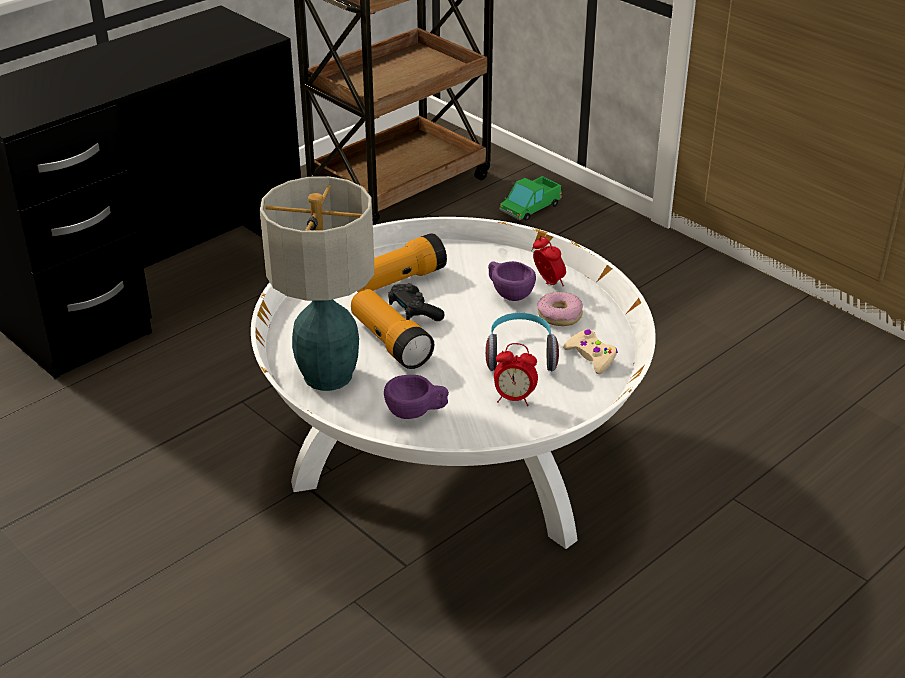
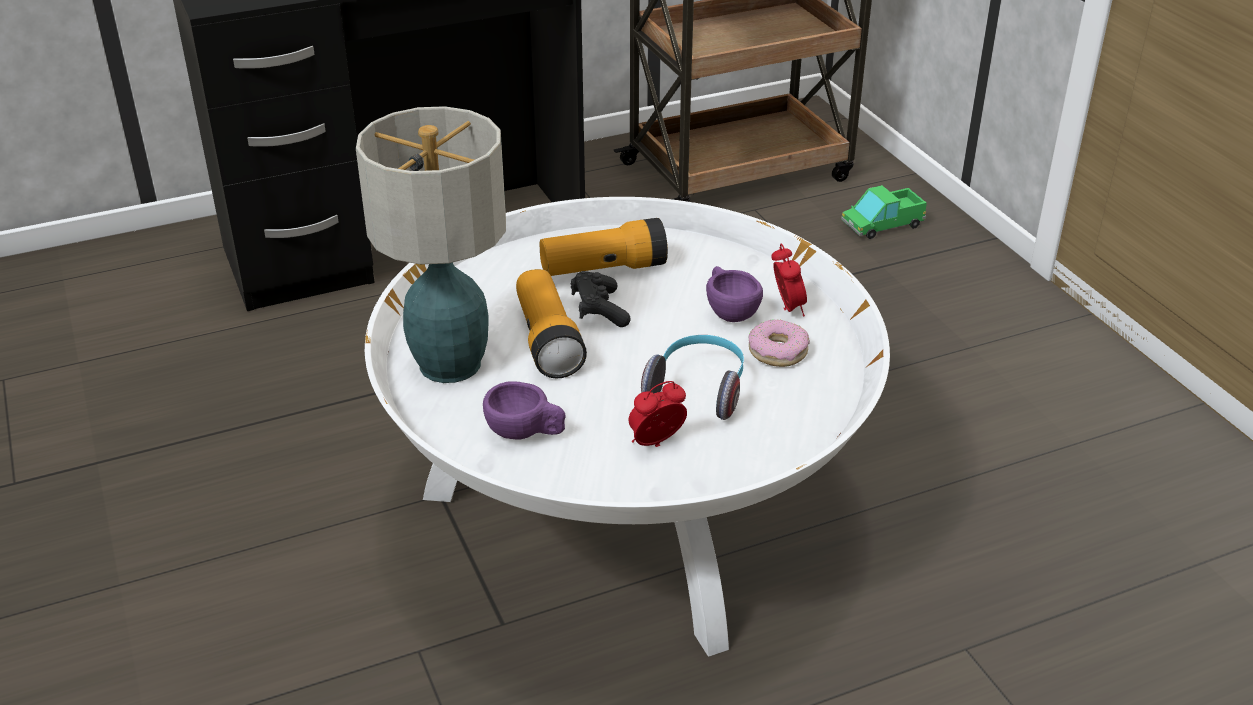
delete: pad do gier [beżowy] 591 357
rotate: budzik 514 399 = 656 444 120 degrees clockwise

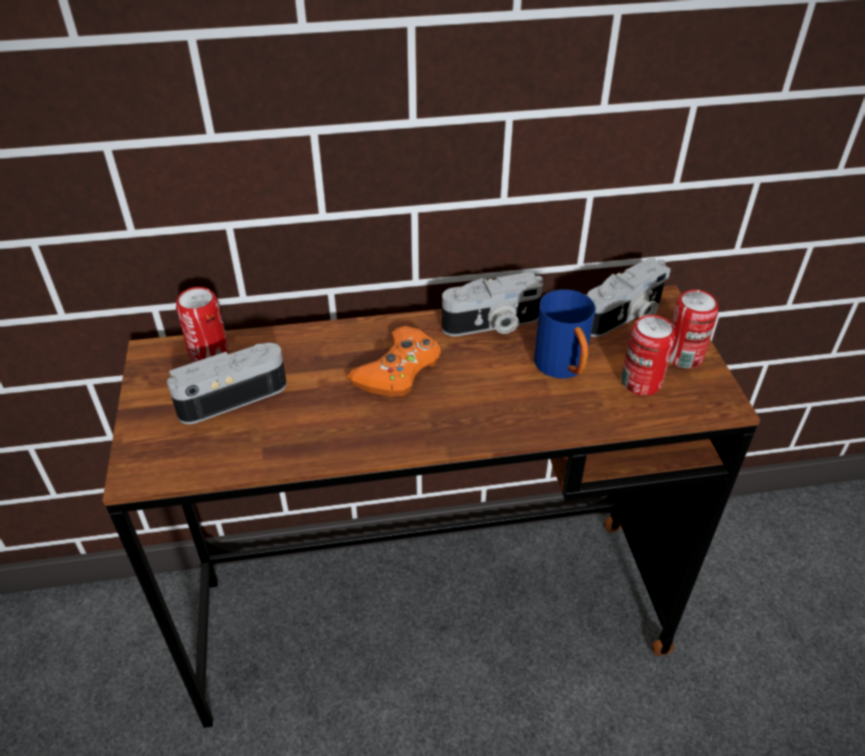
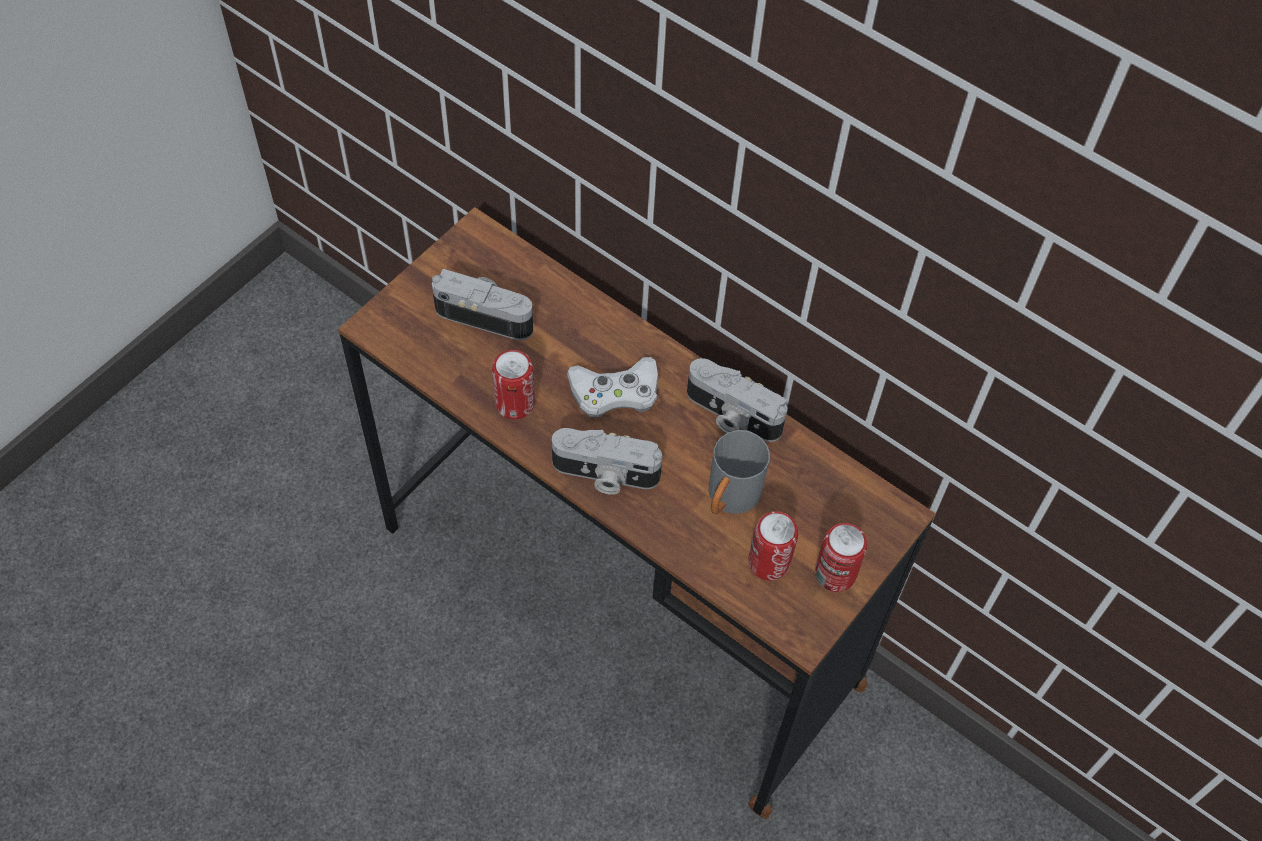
move: aparat fotograficzny 625 317 to 604 475; puszka 209 353 to 515 403
recolor: kubek [niebieski] 564 369 to kubek [szary] 729 500; pad do gier [pomarańczowy] 398 369 to pad do gier [biały] 615 392

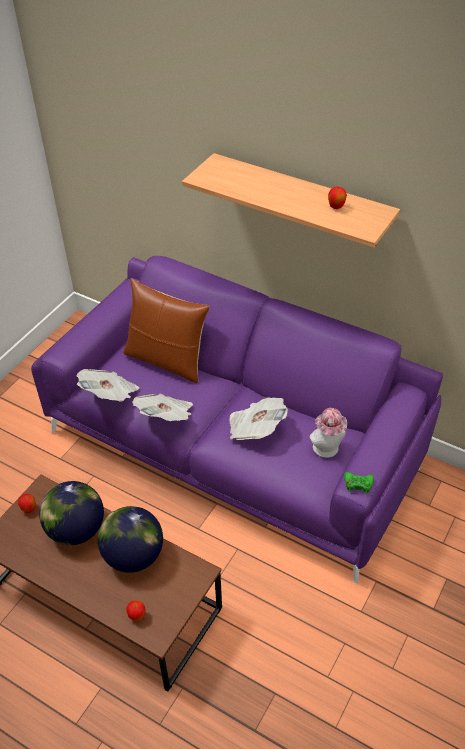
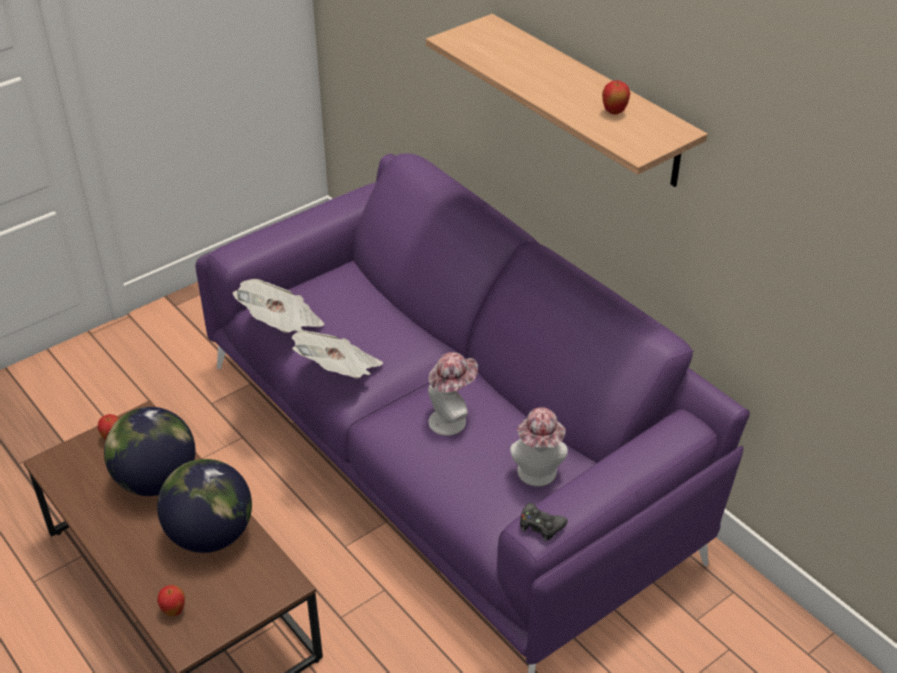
delete: poduszka [brązowy] 166 360
replace: gazeta 255 429 to kapelusz 451 419
recolor: pad do gier [zielony] 358 484 to pad do gier [czarny] 540 526

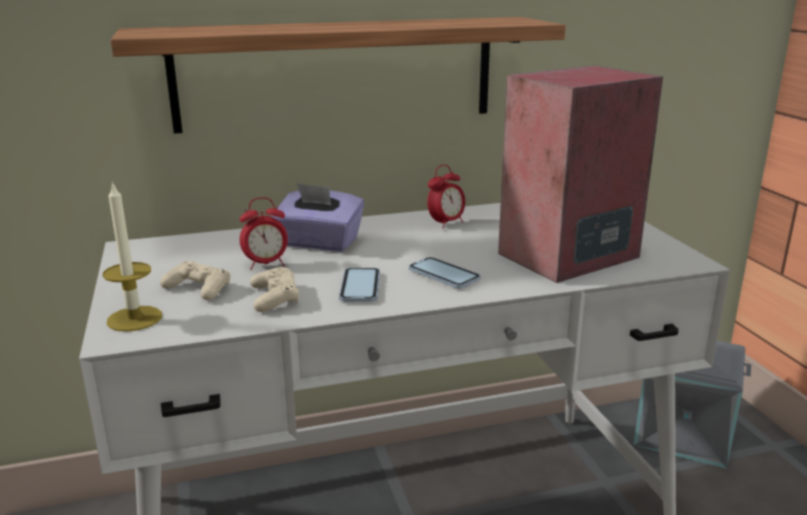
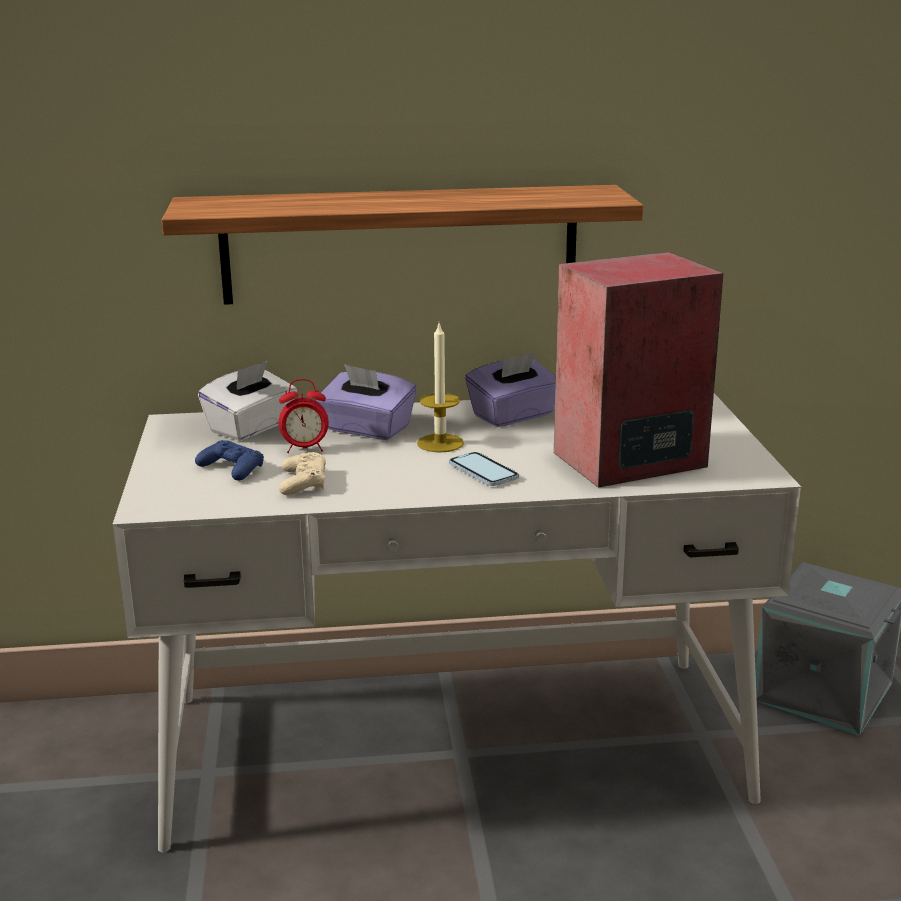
delete: telefon 360 287
insert: pudełko chusteczek [biały] 251 427
move: świeca 134 318 to 440 443
replace: budzik 446 223 to pudełko chusteczek [fioletowy] 514 416
recolor: pad do gier [beżowy] 198 288 to pad do gier [niebieski] 232 468

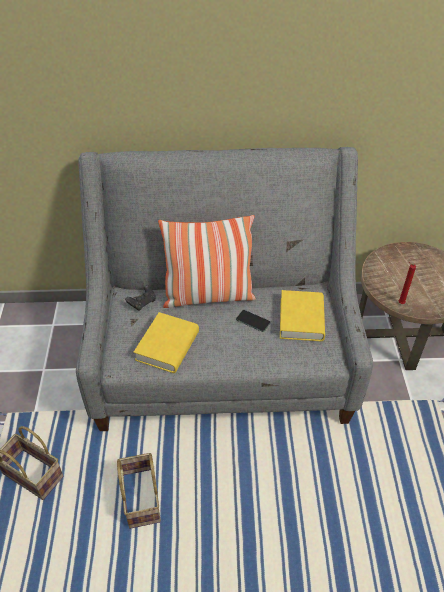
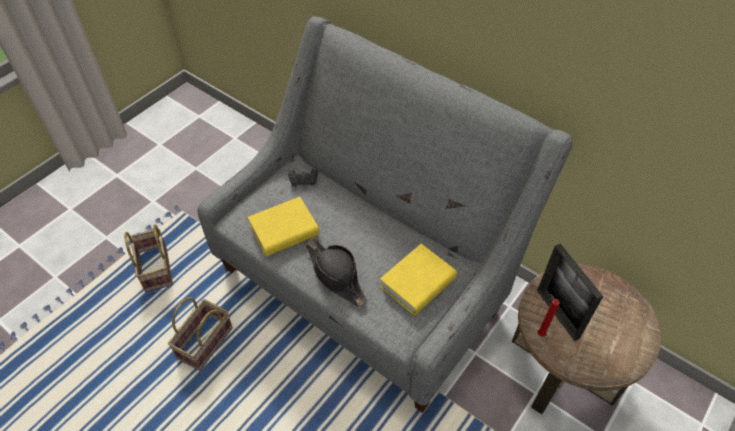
delete: poduszka 208 296; telefon 253 321
insert: kapelusz [czarny] 336 275; ramka na zdjęcie 557 314

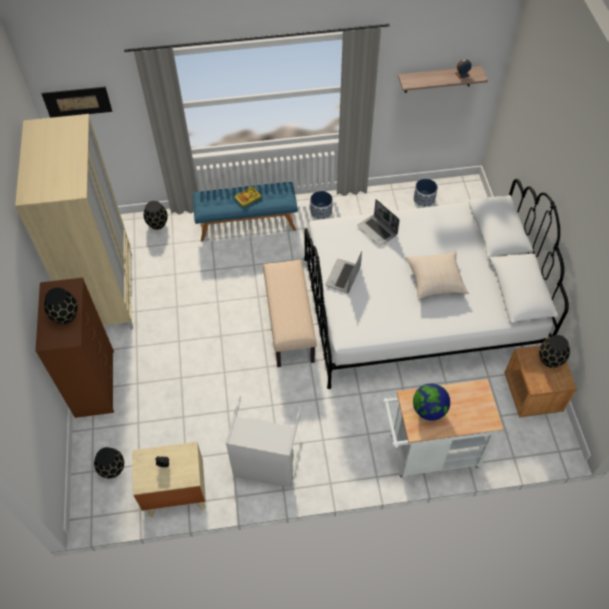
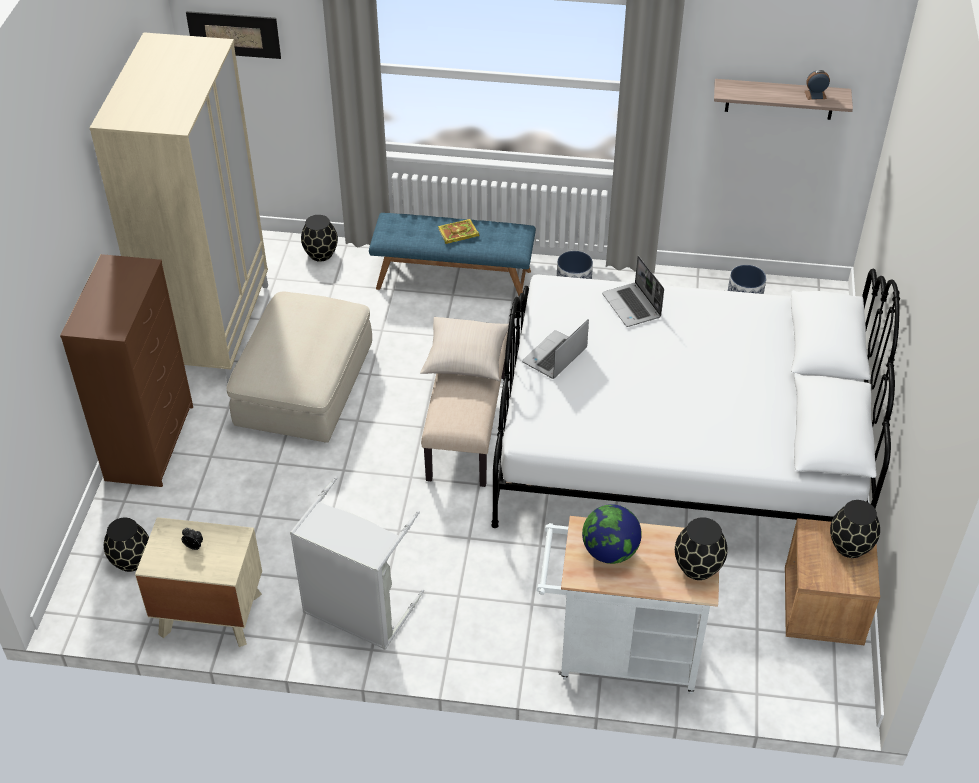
insert: pufa [beżowy] 304 386
move: poduszka [beżowy] 435 280 to 466 359; wazon [czarny] 66 316 to 698 567

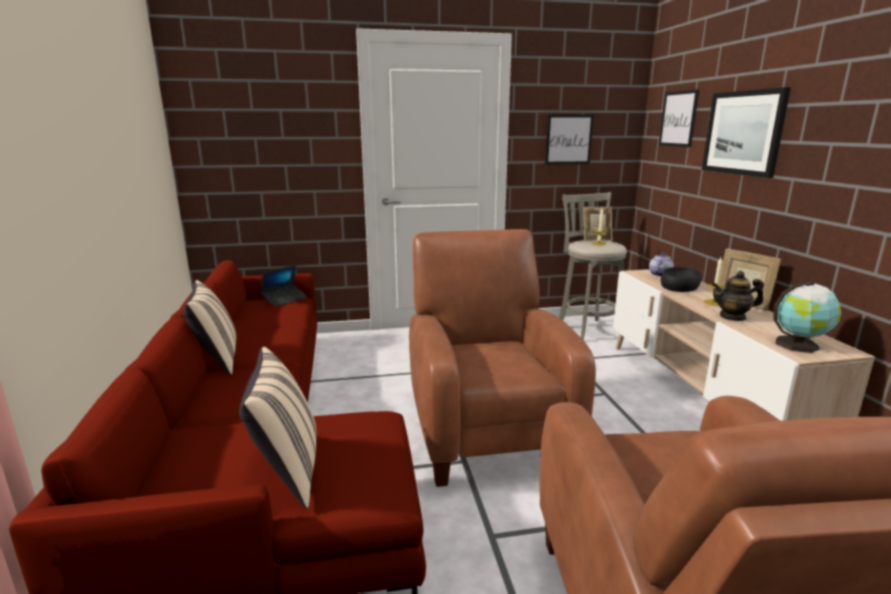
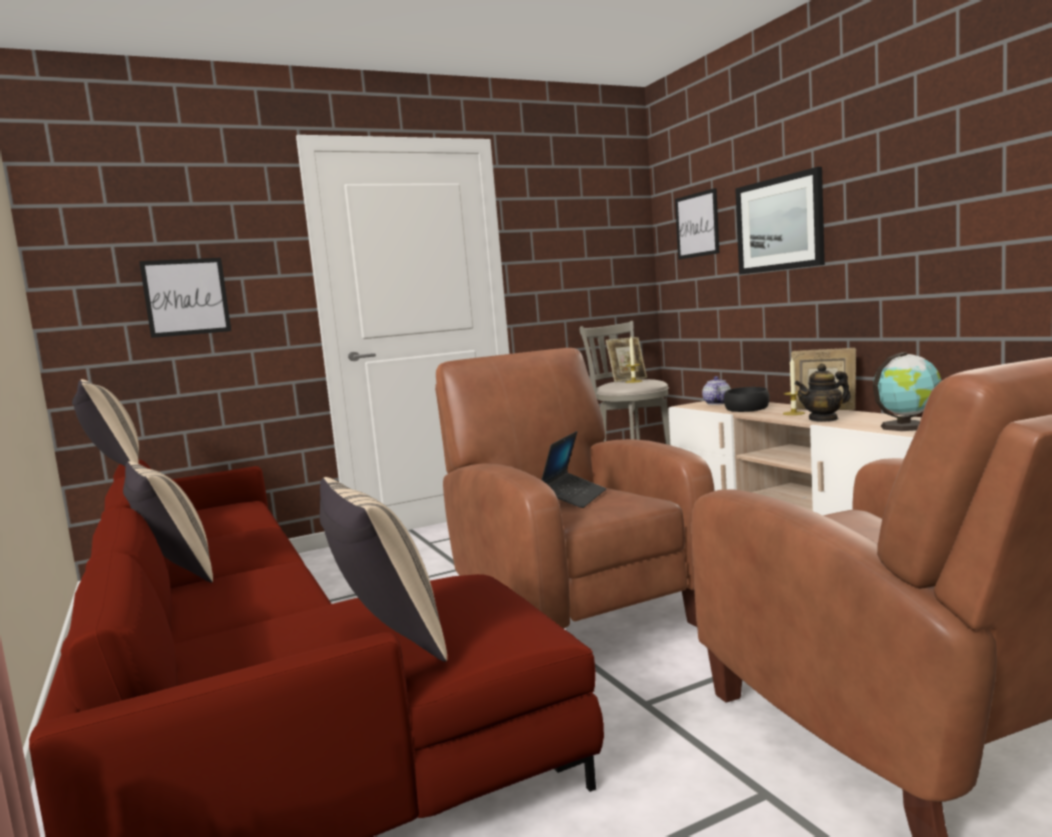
insert: poduszka [beżowy] 113 470
move: obraz 568 139 to 186 297; laptop 284 299 to 573 497

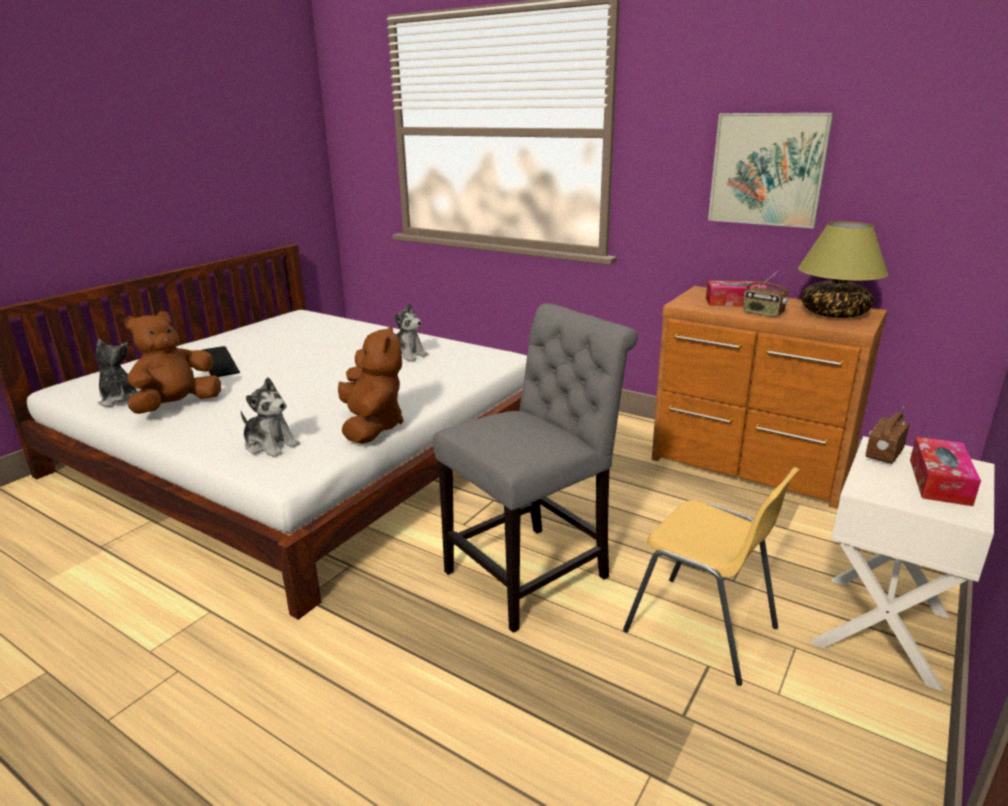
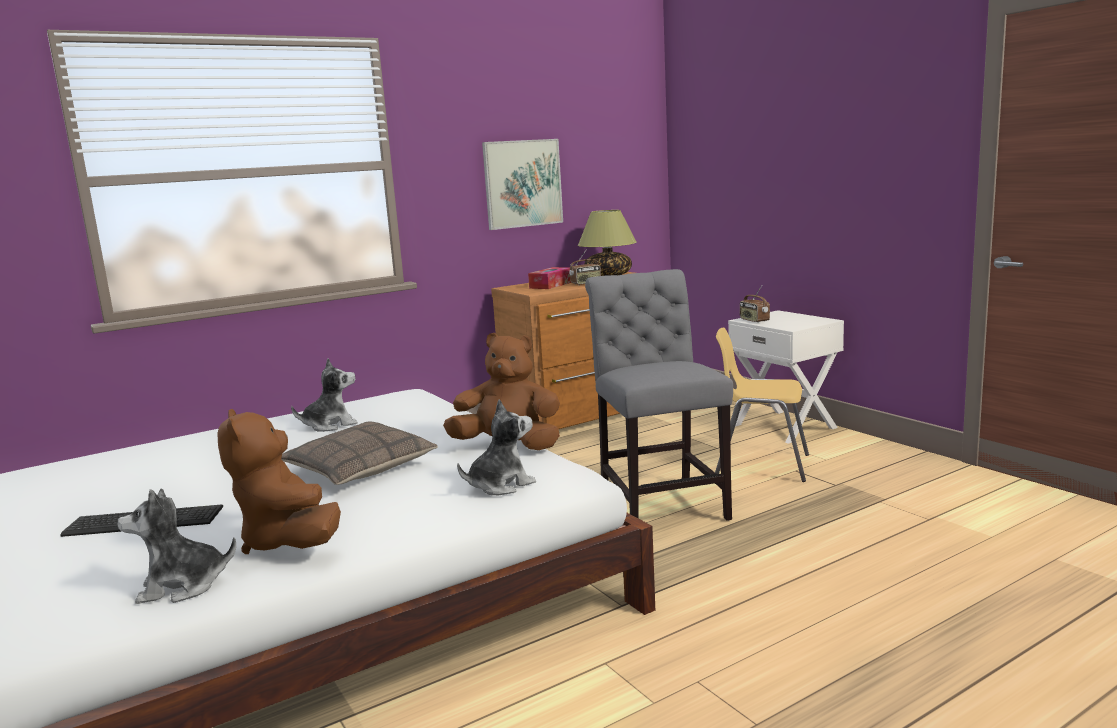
delete: pudełko chusteczek 939 481
insert: poduszka 358 468
rotate: krzesło [żółty] 702 630 = 761 465 135 degrees counterclockwise

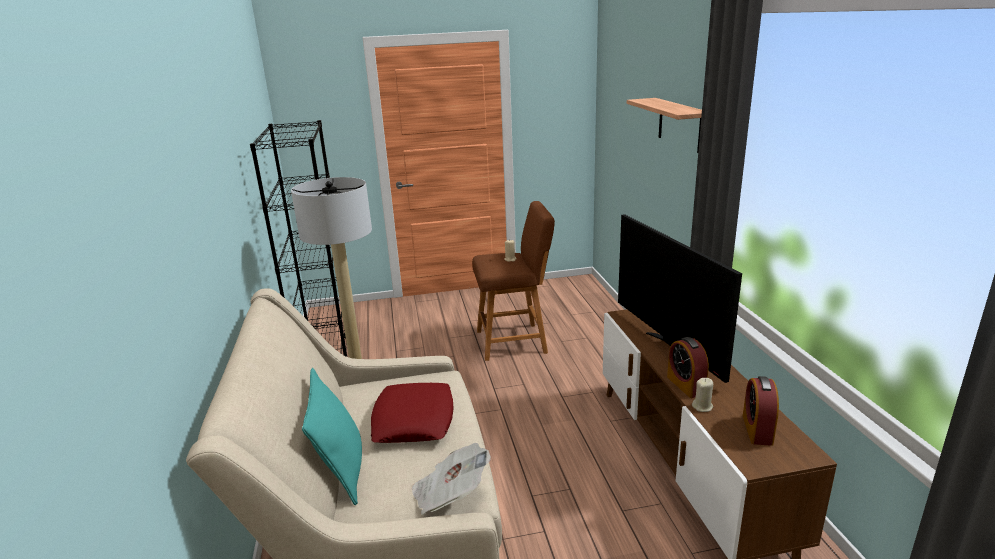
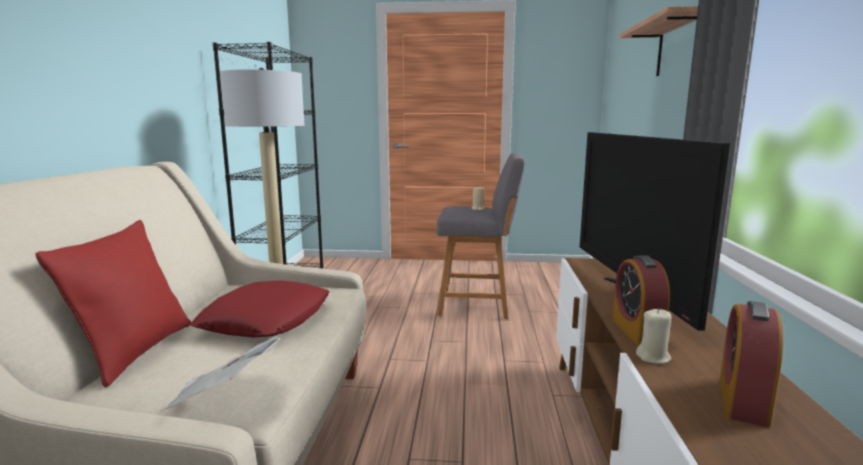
recolor: stołek [brązowy] 515 341 to stołek [szary] 478 304; poduszka [turkusowy] 342 471 to poduszka [czerwony] 136 351

